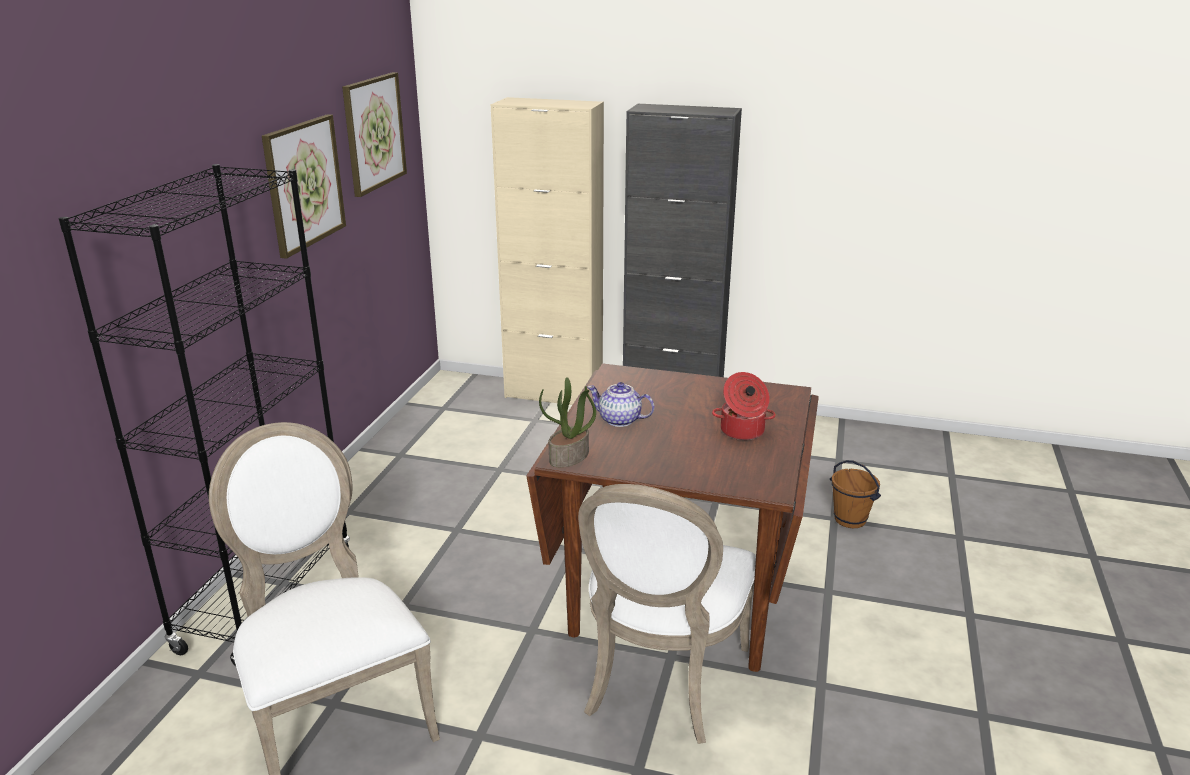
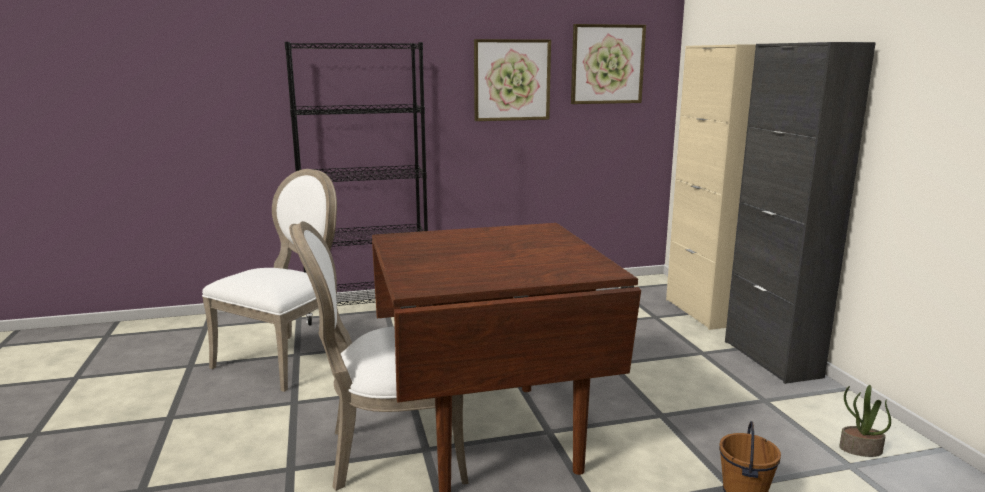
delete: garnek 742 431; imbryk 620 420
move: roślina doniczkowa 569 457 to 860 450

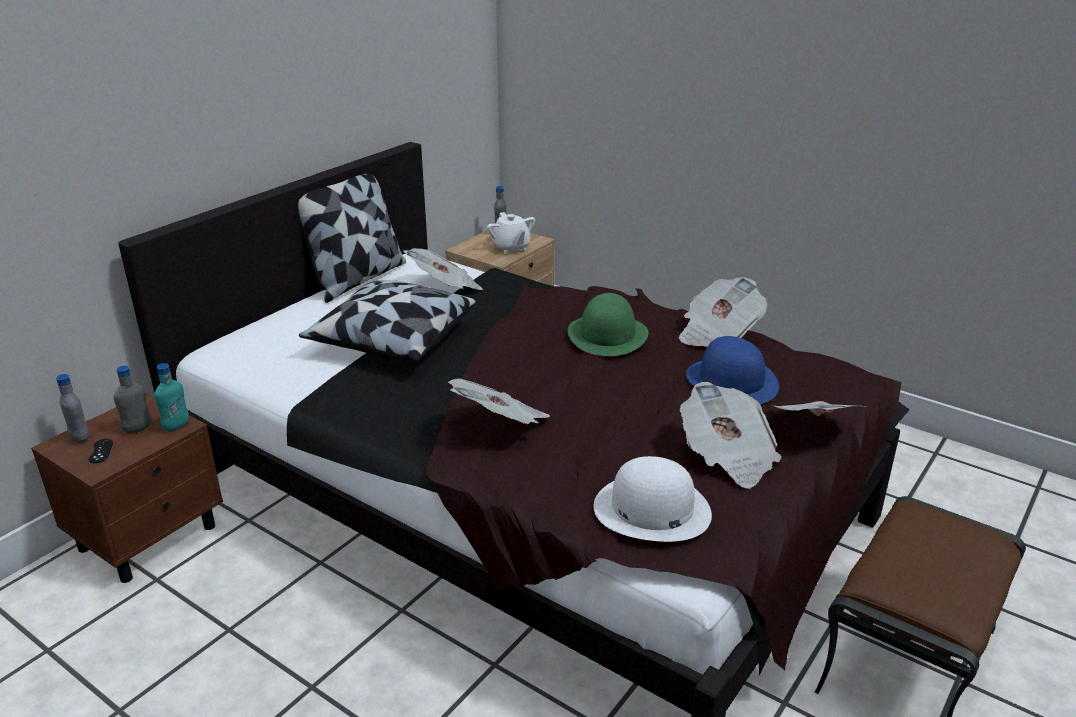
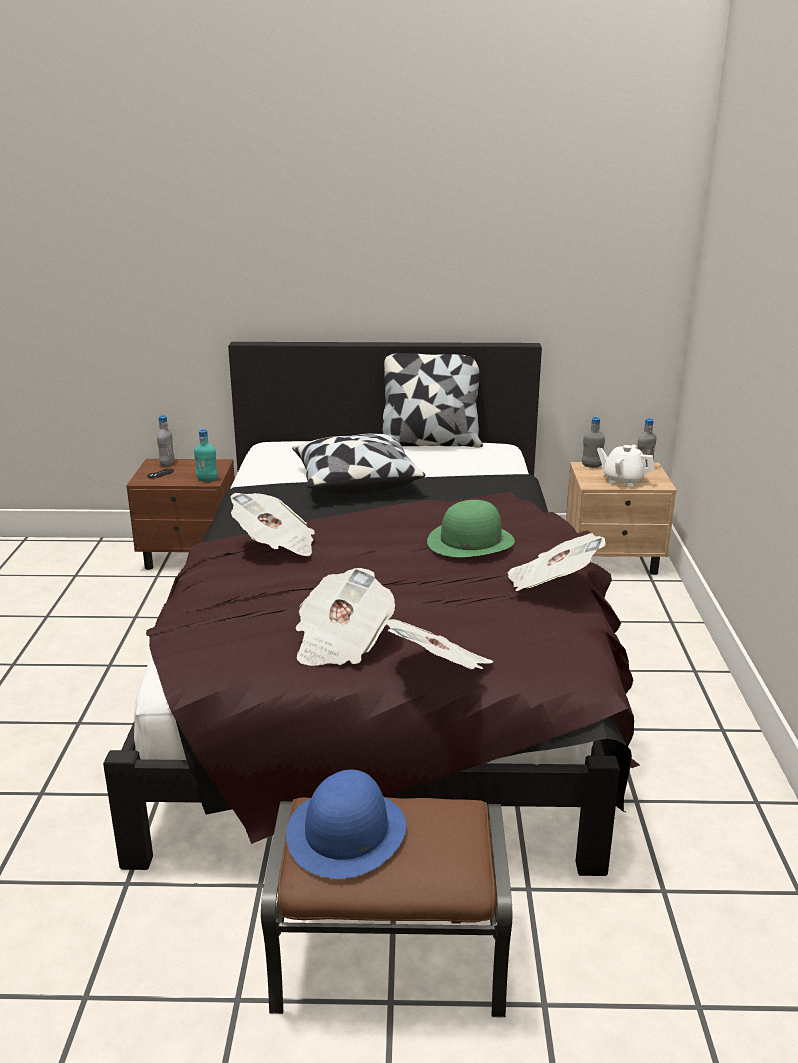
delete: gazeta 445 288; kapelusz [biały] 651 509
move: kapelusz [niebieski] 732 381 to 346 832; butelka [szary] 138 429 to 591 466
rotate: imbryk [biały] 511 248 = 623 480 90 degrees clockwise

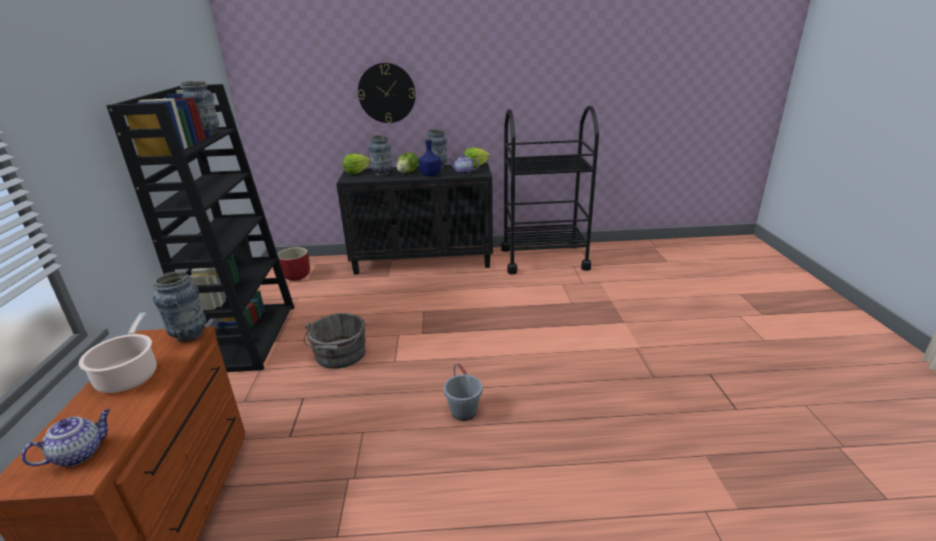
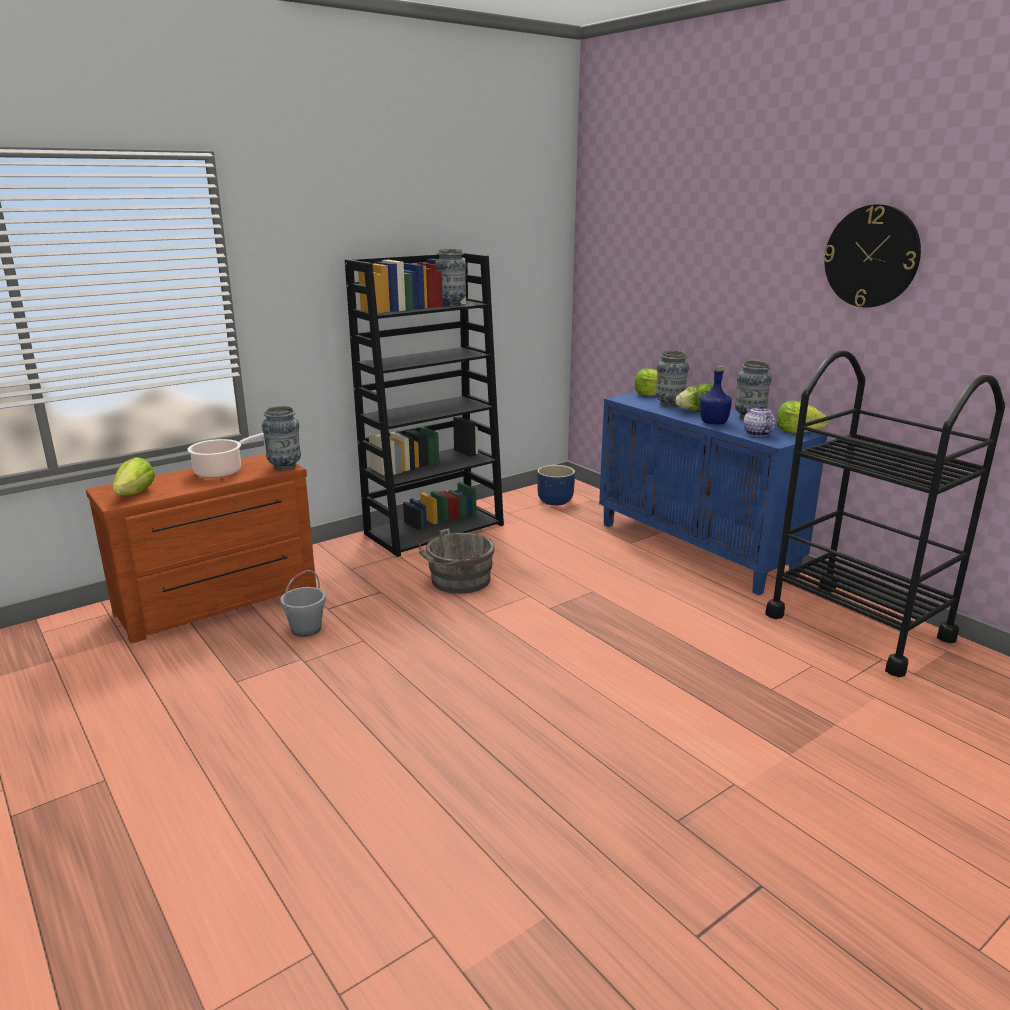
move: zegar ścienny 387 93 to 871 256; wiadro [szary] 463 412 to 306 629
replace: imbryk 80 453 to sałata 135 493
recolor: szafka [czarny] 423 261 to szafka [niebieski] 696 549; donica [czerwony] 296 276 to donica [niebieski] 555 501

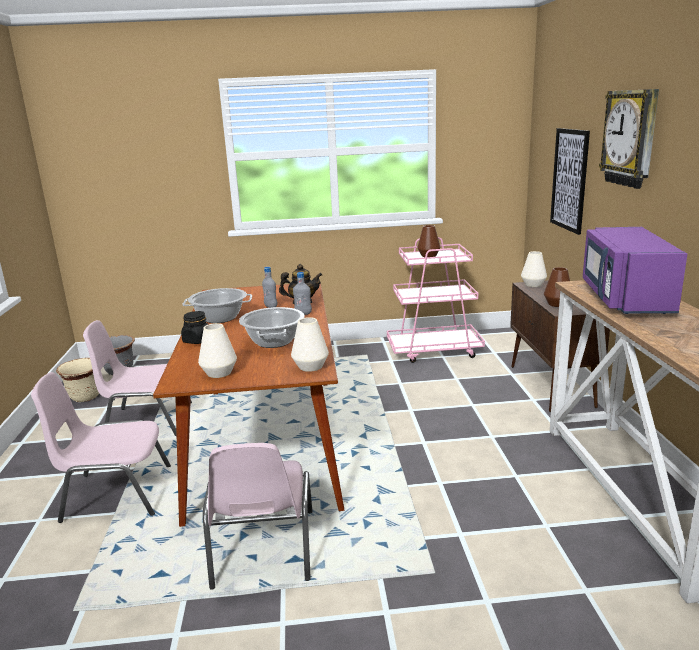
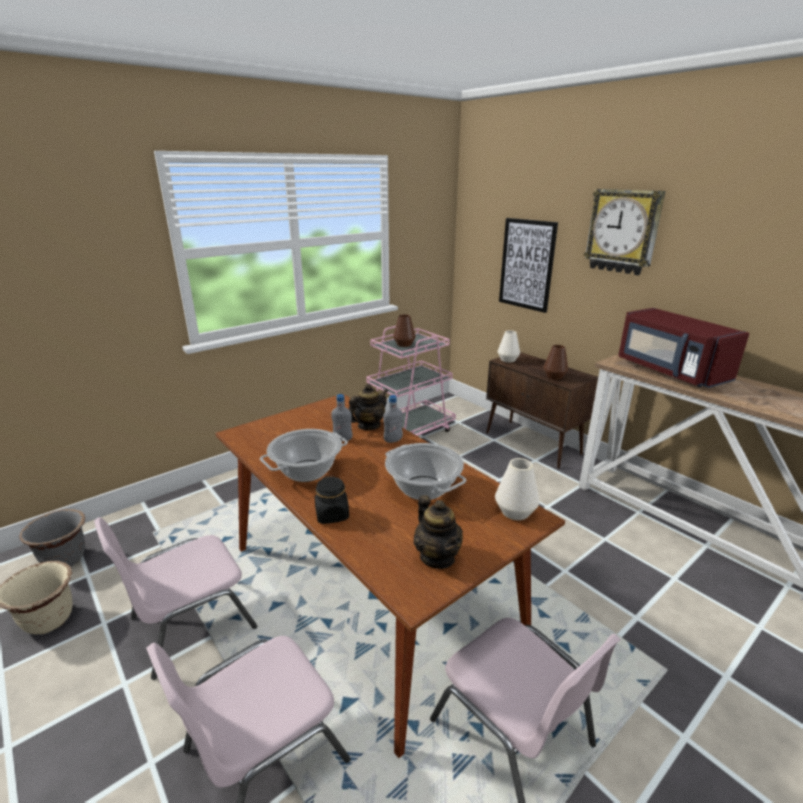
replace: wazon [biały] 219 373 to imbryk 437 557
recolor: mikrofalówka [fioletowy] 624 298 to mikrofalówka [czerwony] 669 371

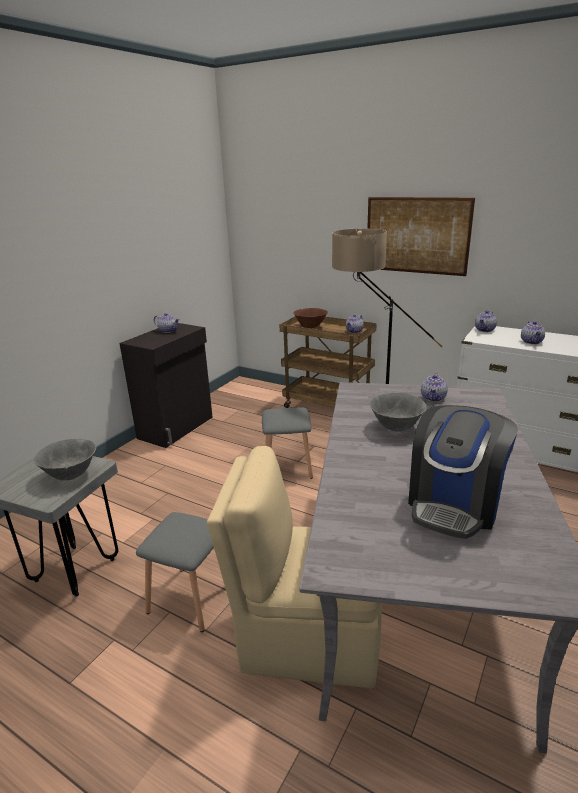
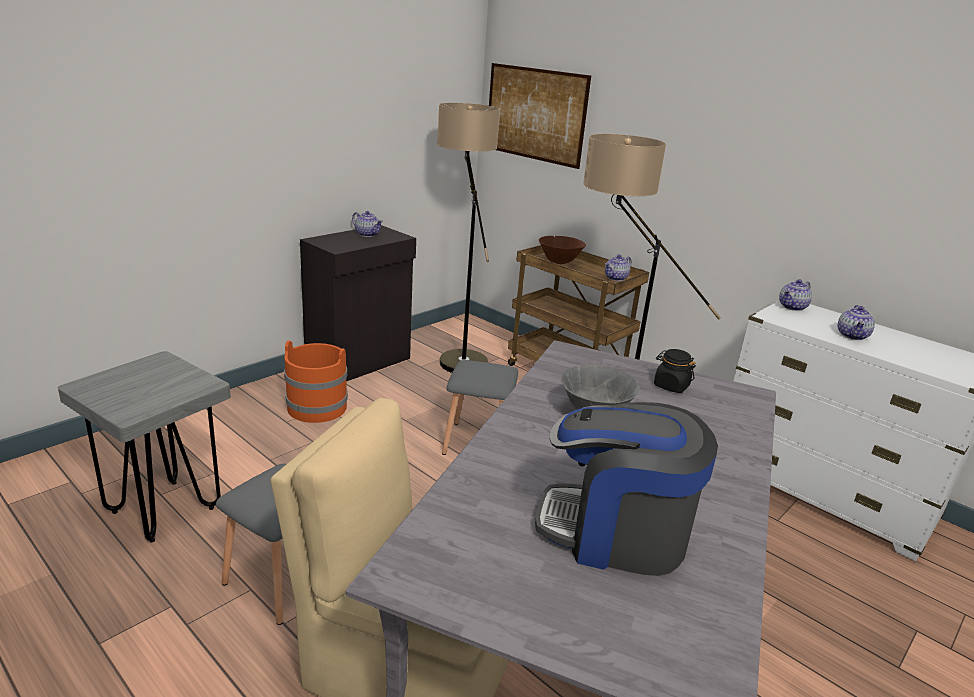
delete: miska [szary] 71 475
insert: lampa stojąca 459 355; wiadro [pomarańczowy] 316 407
move: obraz 416 235 to 535 114
replace: imbryk 433 398 to słoik [czarny] 671 386
rotate: ekspres do kawy 454 504 = 615 532 60 degrees clockwise

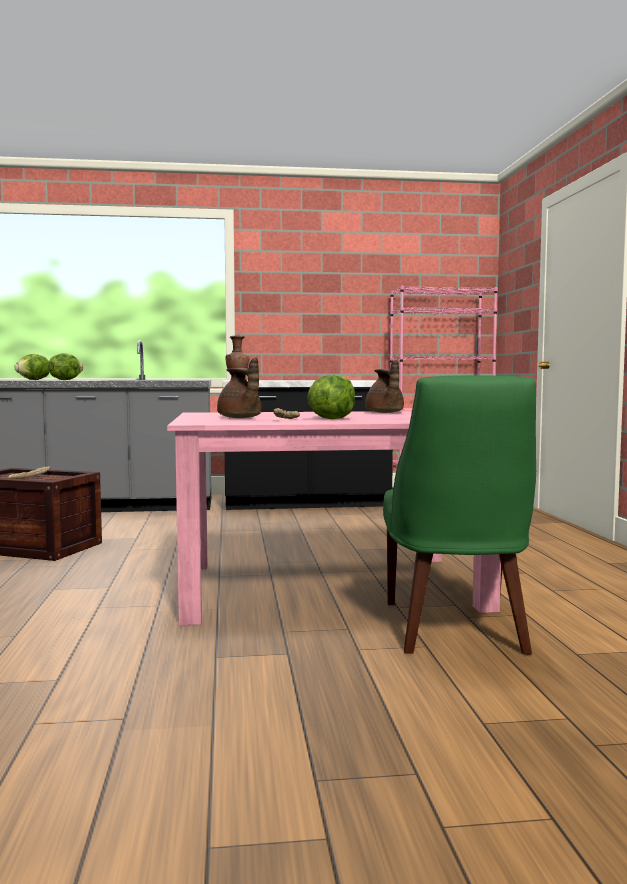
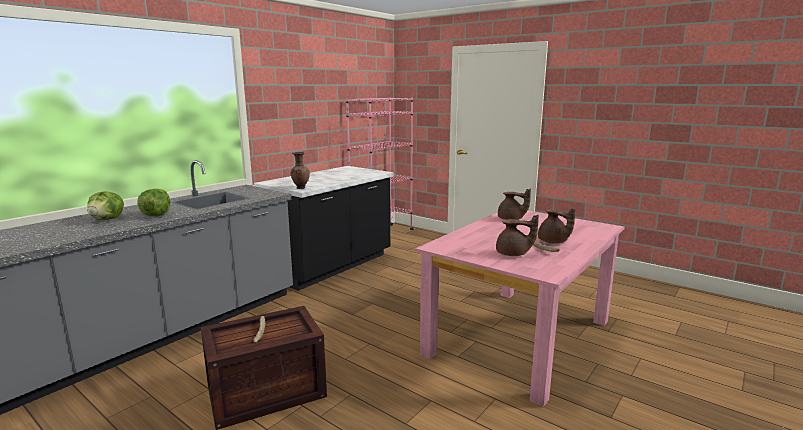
delete: krzesło [zielony] 455 630
replace: sałata 331 419 to imbryk [brązowy] 553 242

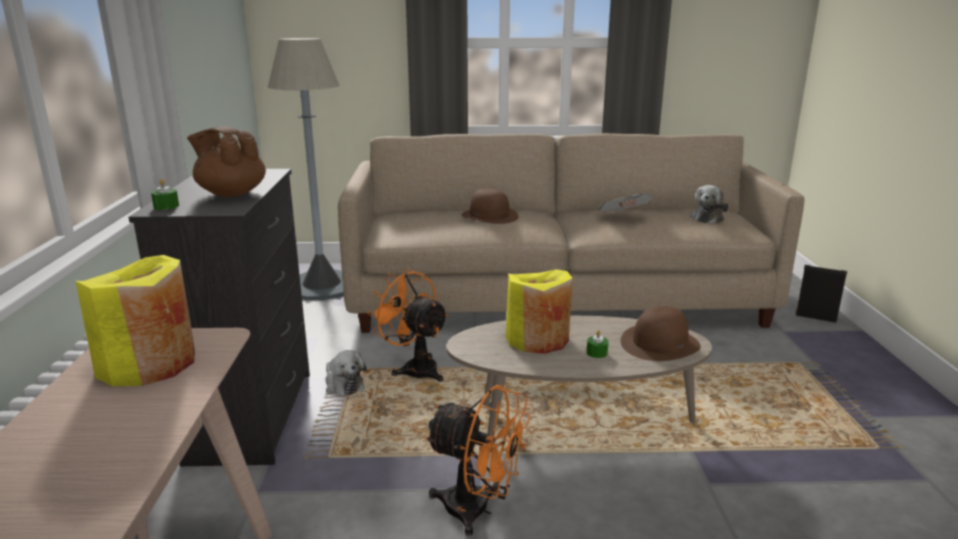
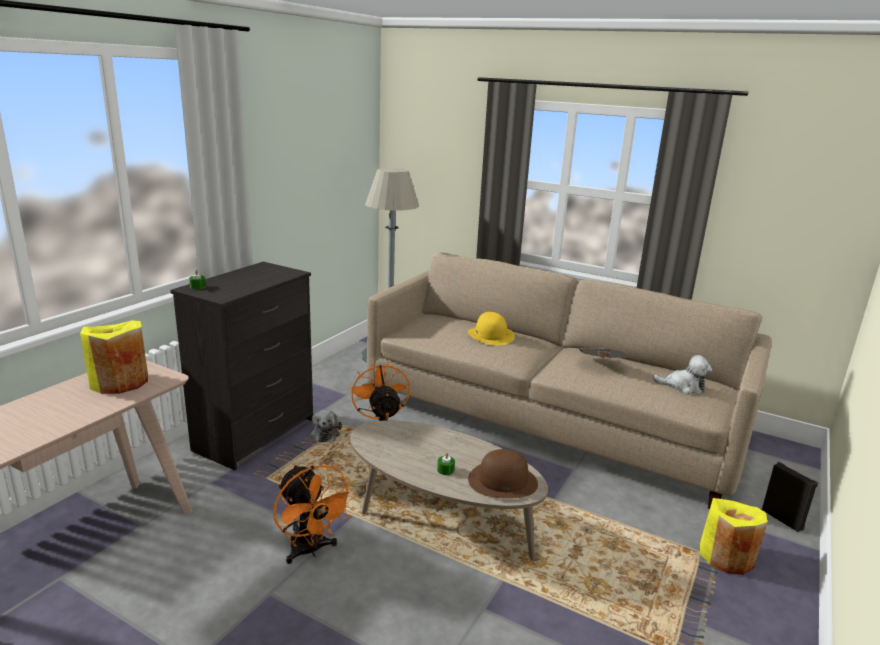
delete: imbryk [brązowy] 231 193
move: wazon [żółty] 537 339 to 726 557
recolor: kapelusz [brązowy] 490 216 to kapelusz [żółty] 491 335
rotate: pluszak 708 217 = 683 386 135 degrees counterclockwise

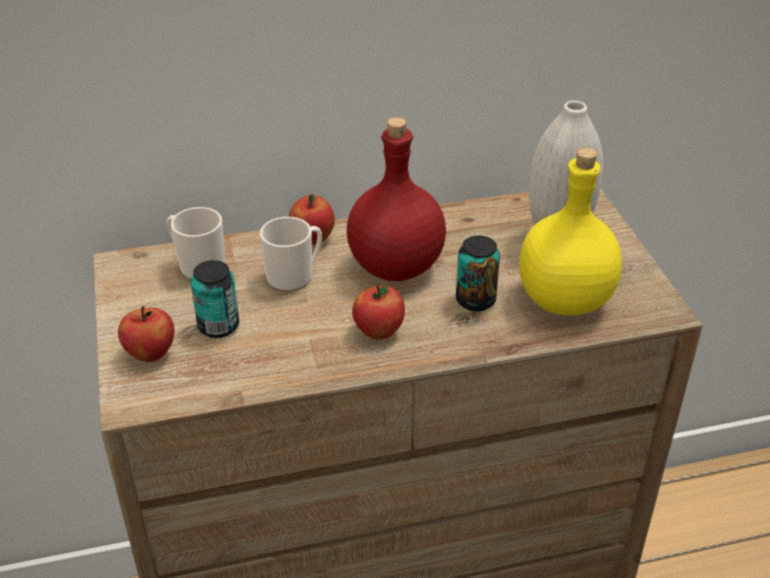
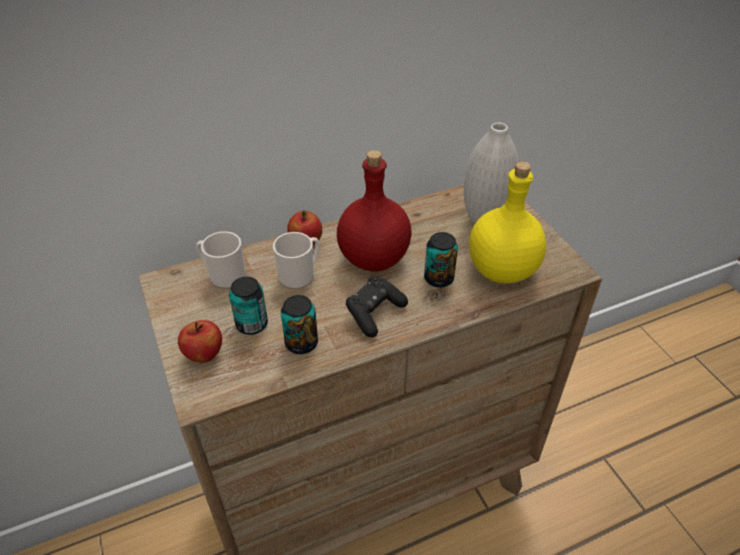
insert: puszka 301 343
replace: jabłko 378 331 to pad do gier [czarny] 374 313

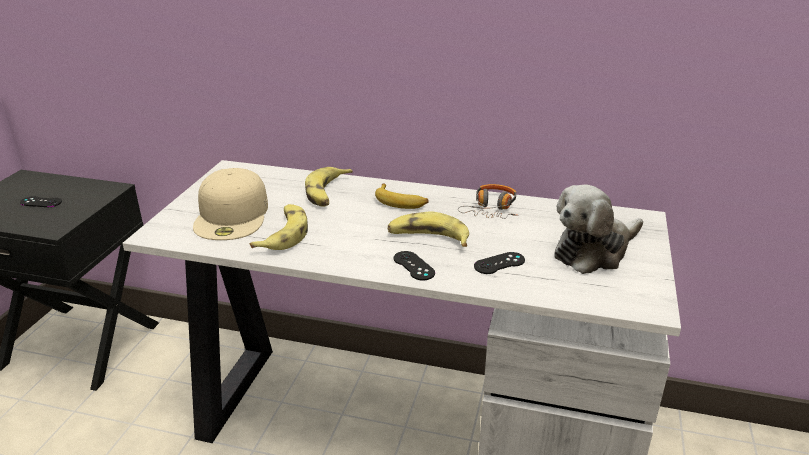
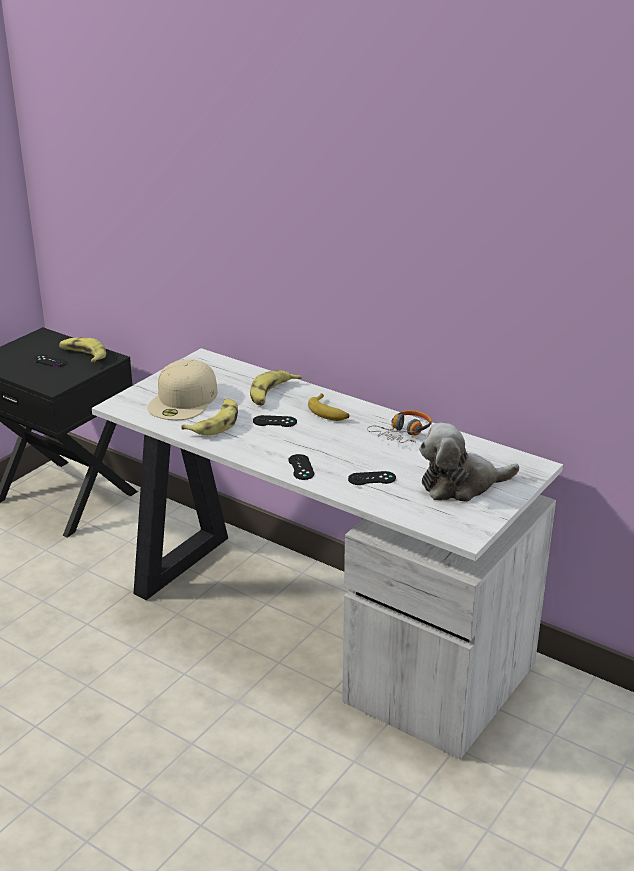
insert: pad do gier [czarny] 275 421
move: banan 428 238 to 83 355

